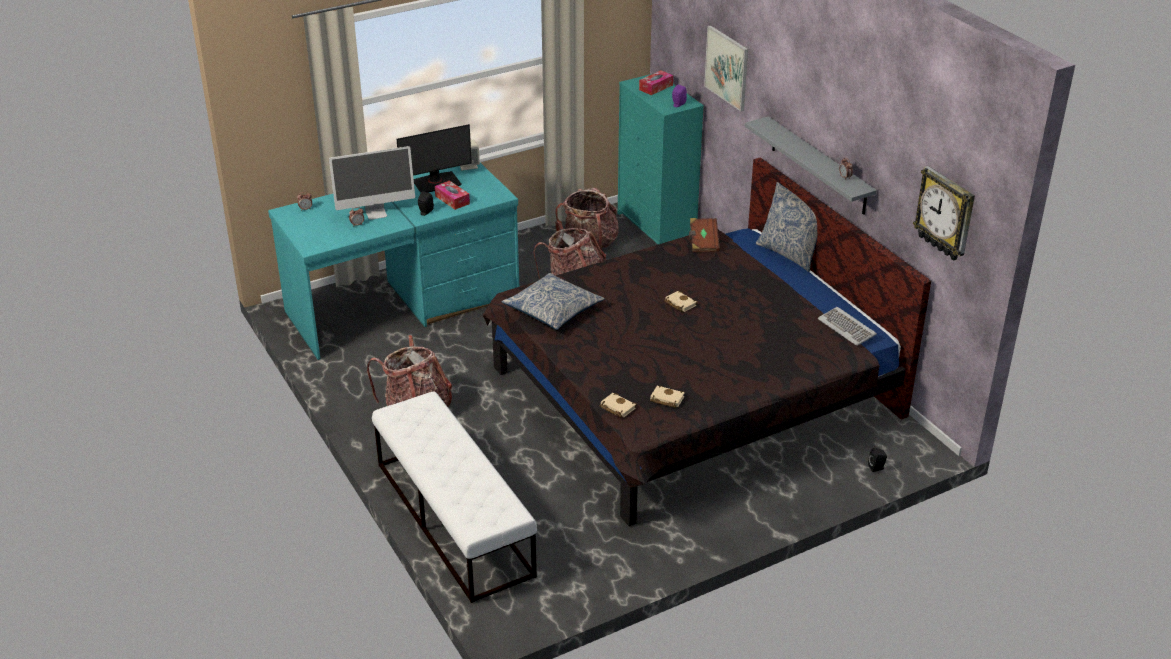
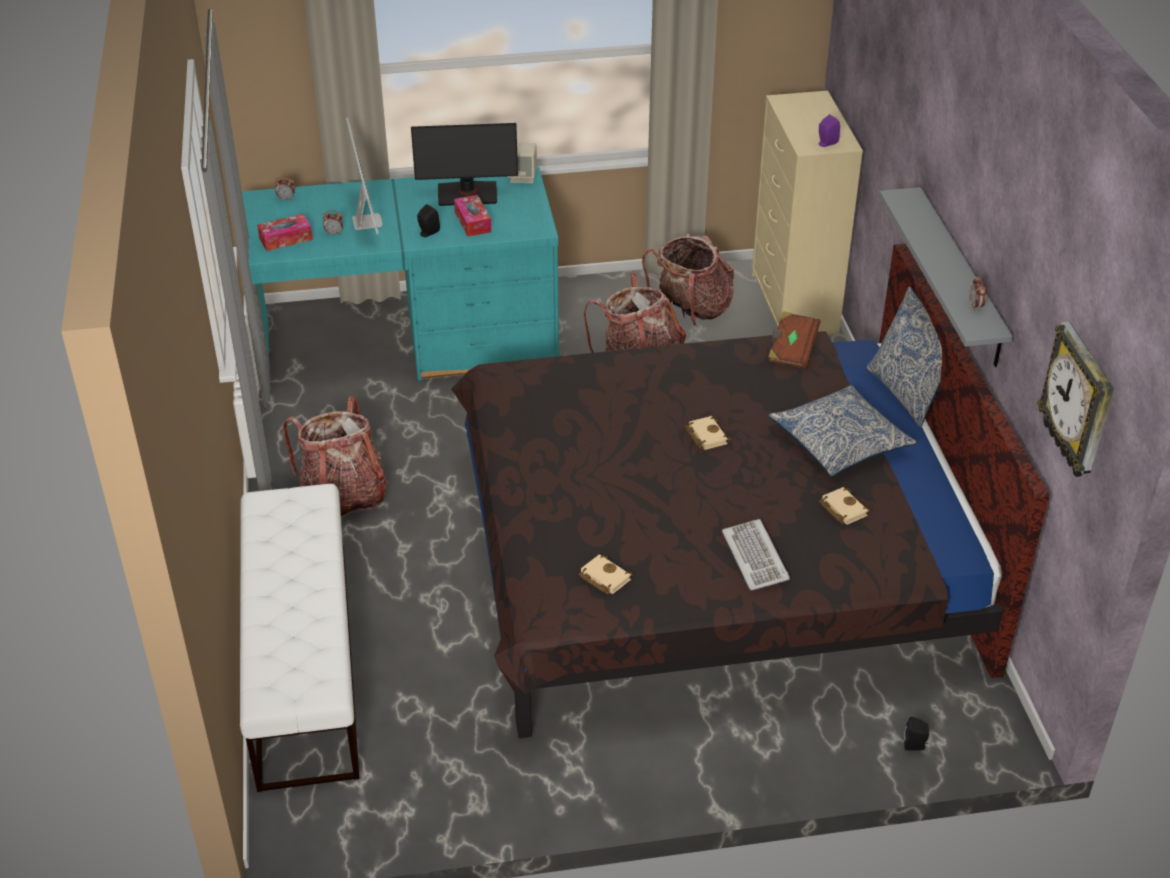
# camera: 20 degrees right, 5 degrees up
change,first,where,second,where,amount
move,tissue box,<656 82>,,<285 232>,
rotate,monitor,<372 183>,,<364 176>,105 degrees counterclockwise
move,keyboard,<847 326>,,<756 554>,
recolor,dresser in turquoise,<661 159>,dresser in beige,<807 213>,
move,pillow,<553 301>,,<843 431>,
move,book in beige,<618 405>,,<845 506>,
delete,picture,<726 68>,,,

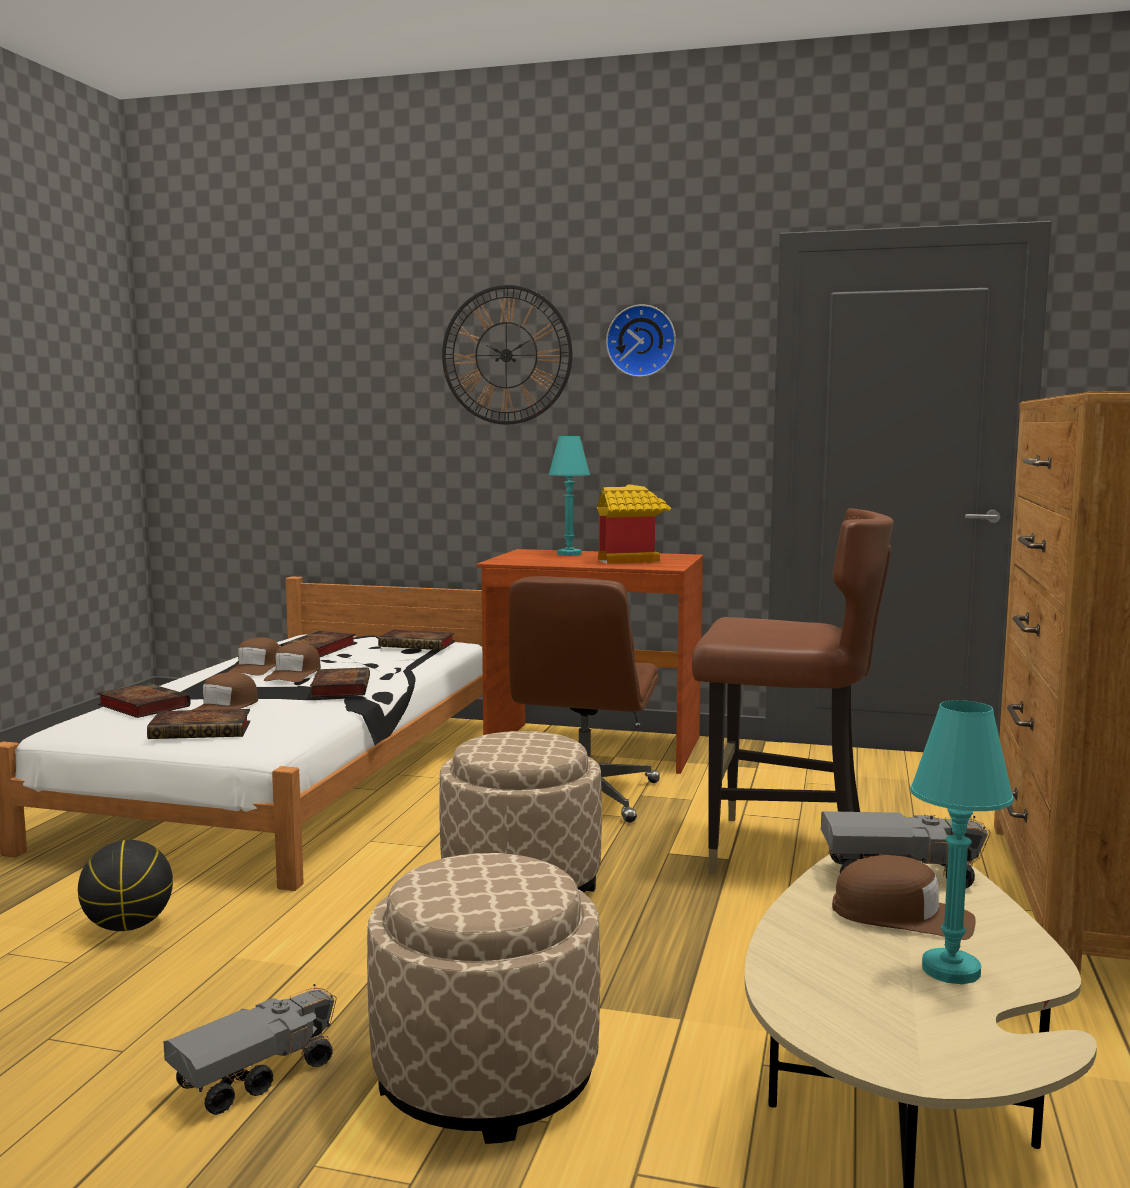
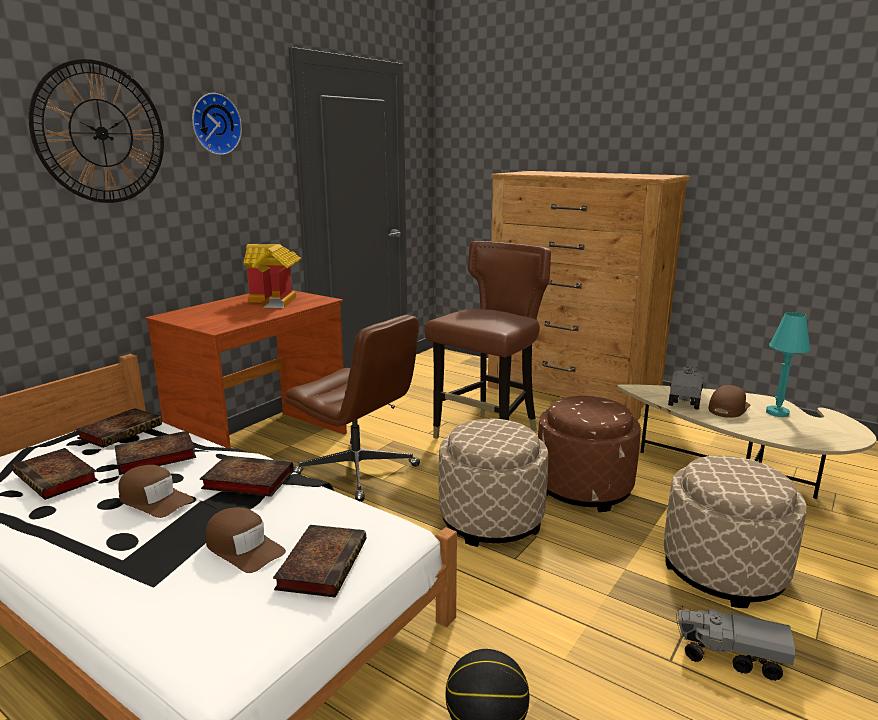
# camera: 70 degrees left, 10 degrees up
change,first,where,second,where,amount
move,book,<144 700>,,<155 453>,
insert,,,ottoman in brown,<589 454>,
rotate,toy truck,<250 1049>,,<735 643>,45 degrees counterclockwise
delete,cap in brown,<254 656>,,,
delete,table lamp in turquoise,<569 496>,,,

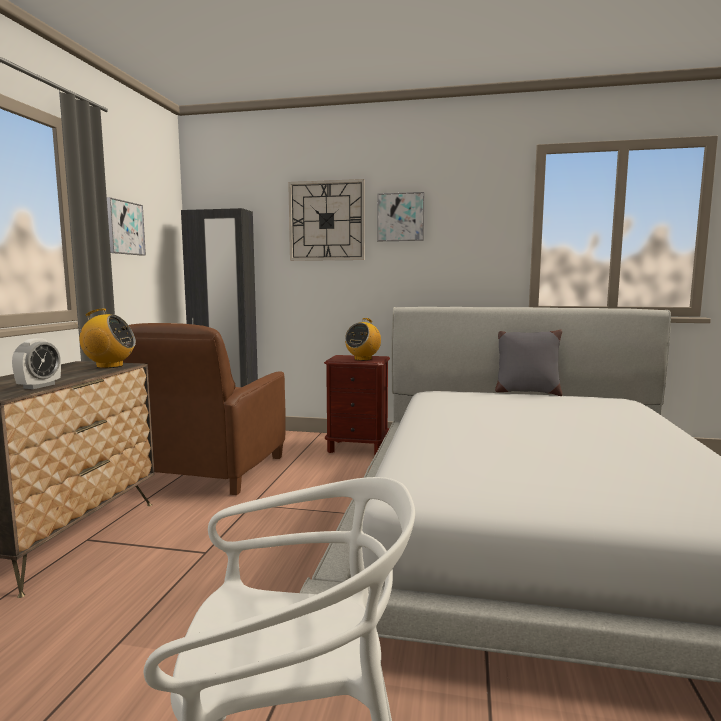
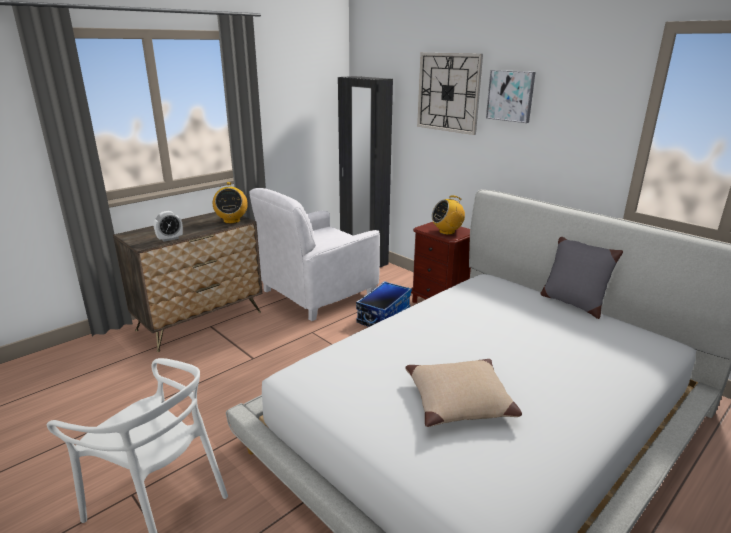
# camera: 35 degrees right, 15 degrees up
change,first,where,second,where,amount
rotate,radio,<104 338>,,<230 203>,45 degrees clockwise
recolor,armchair in brown,<204 409>,armchair in white,<314 254>,
insert,,,storage box,<384 304>,
insert,,,pillow in beige,<463 393>,
delete,picture,<126 226>,,,

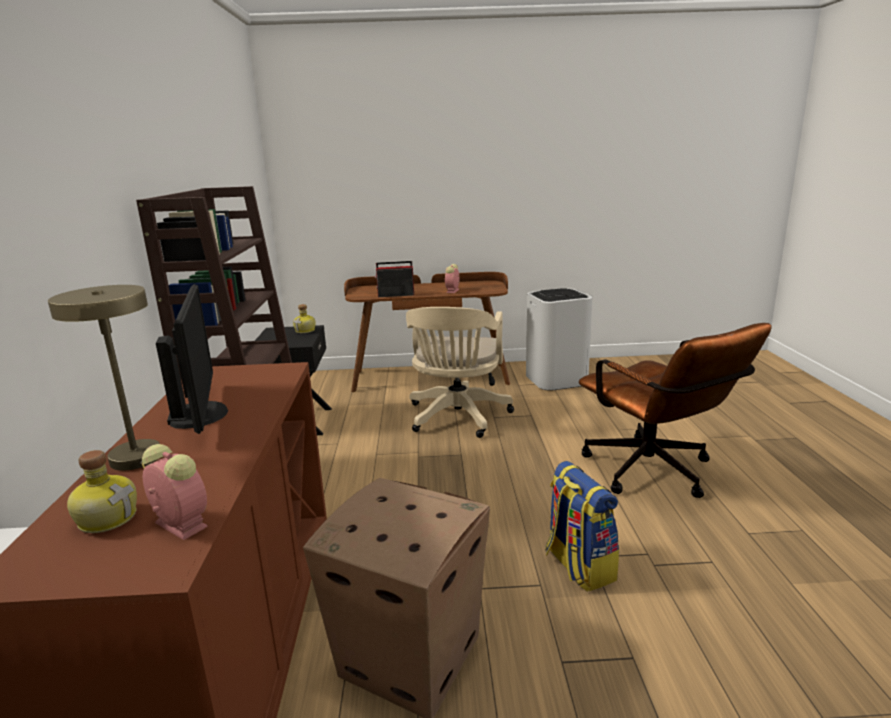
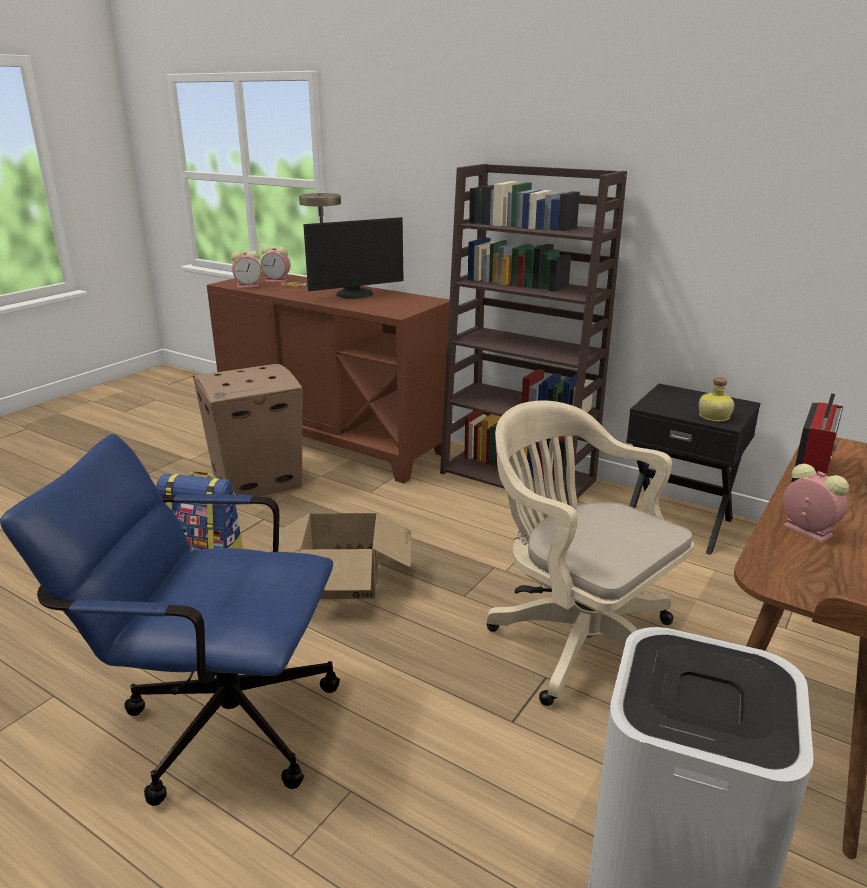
# camera: 125 degrees right, 5 degrees up
change,first,where,second,where,amount
recolor,office chair in brown,<675 410>,office chair in blue,<170 620>,
replace,bottle,<102 491>,alarm clock,<275 265>,
insert,,,cardboard box,<341 556>,
rotate,monitor,<192 359>,,<353 258>,45 degrees counterclockwise

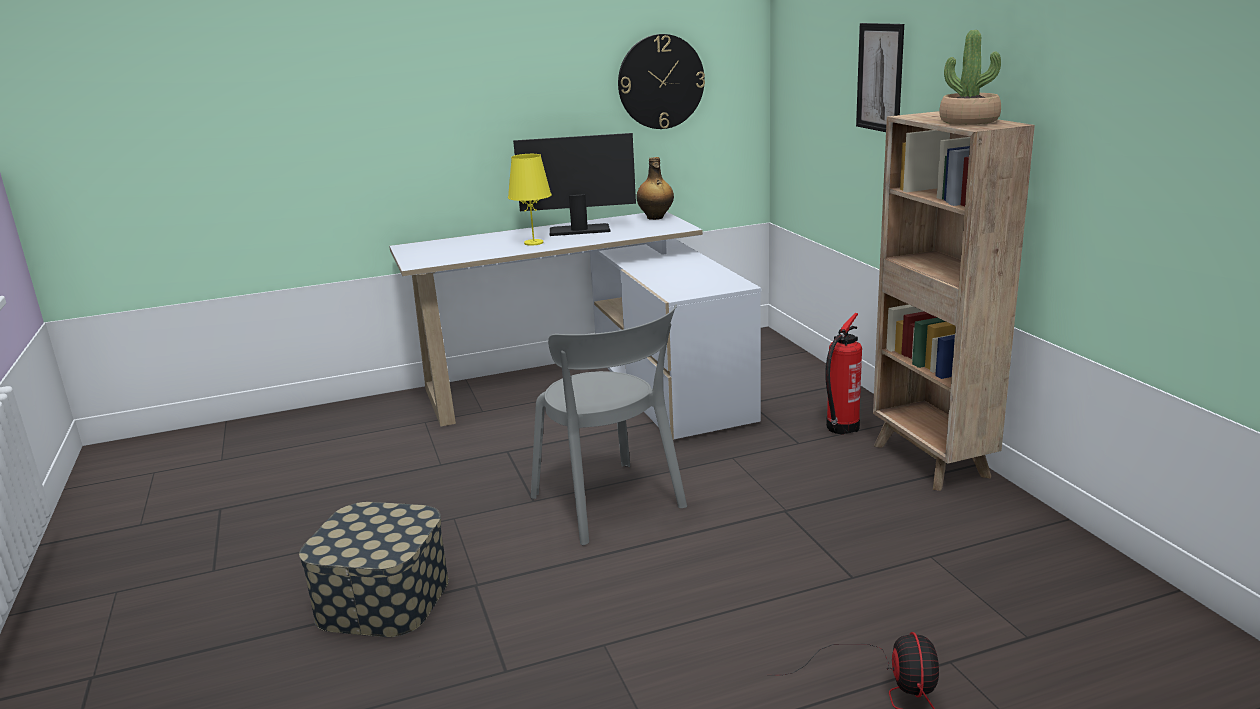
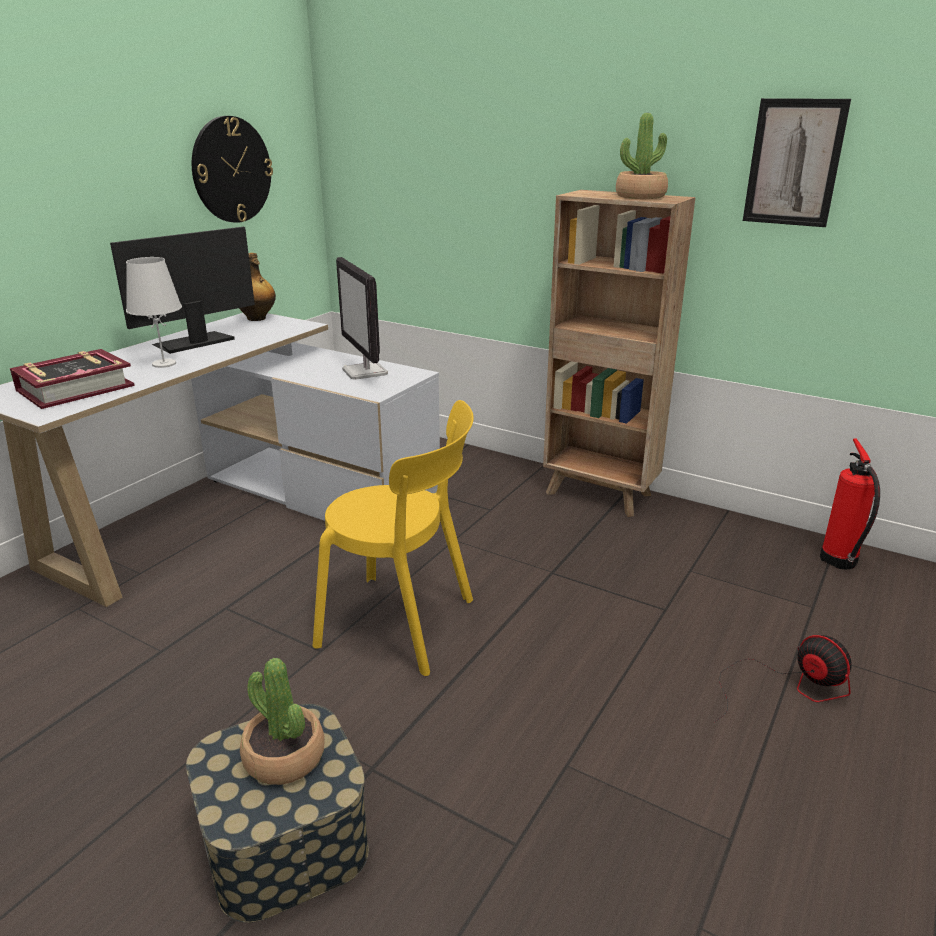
# camera: 40 degrees left, 5 degrees up
change,first,where,second,where,amount
insert,,,book,<72 379>,
recolor,table lamp in yellow,<530 200>,table lamp in white,<154 312>,
insert,,,potted plant,<282 721>,
recolor,chair in grey,<609 424>,chair in yellow,<393 538>,
insert,,,monitor,<362 318>,
move,picture,<880 77>,,<797 162>,
move,fire extinguisher,<843 373>,,<850 504>,

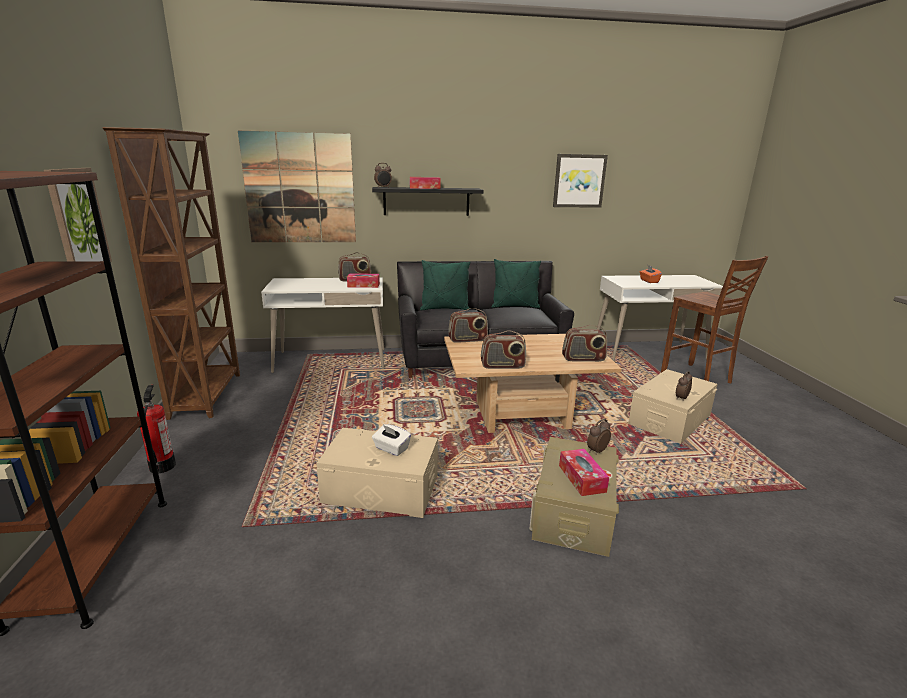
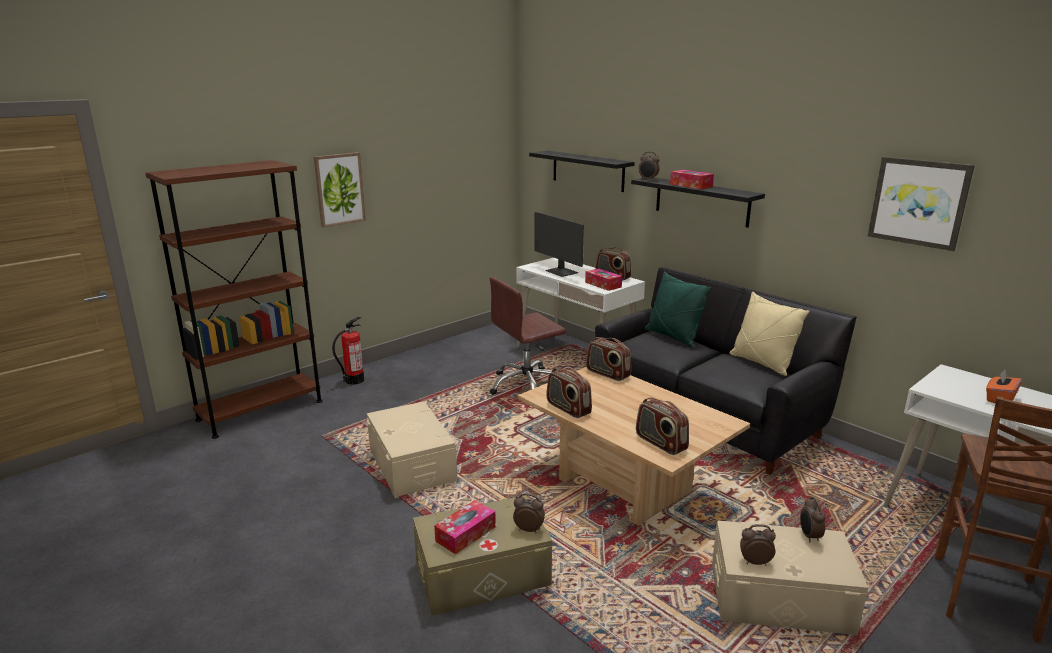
# camera: 55 degrees right, 0 degrees up
change,first,where,second,where,amount
insert,,,office chair in brown,<528 336>,
replace,picture,<297 186>,shelf in black,<582 171>,
insert,,,monitor,<559 244>,
recolor,pillow in green,<516 283>,pillow in beige,<769 334>,
insert,,,alarm clock,<813 519>,
delete,bookcase in brown,<171 273>,,,
delete,tissue box in white,<391 440>,,,

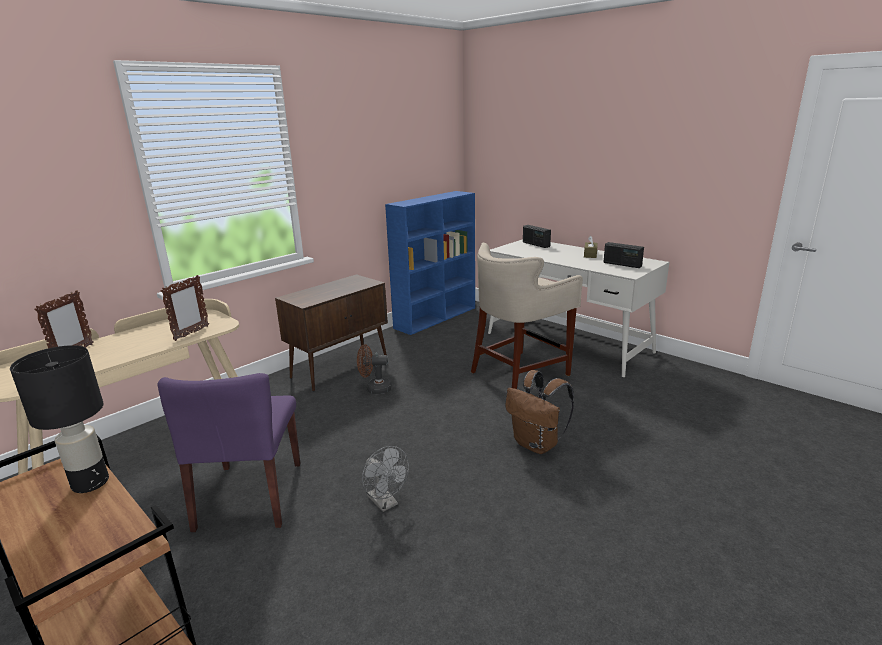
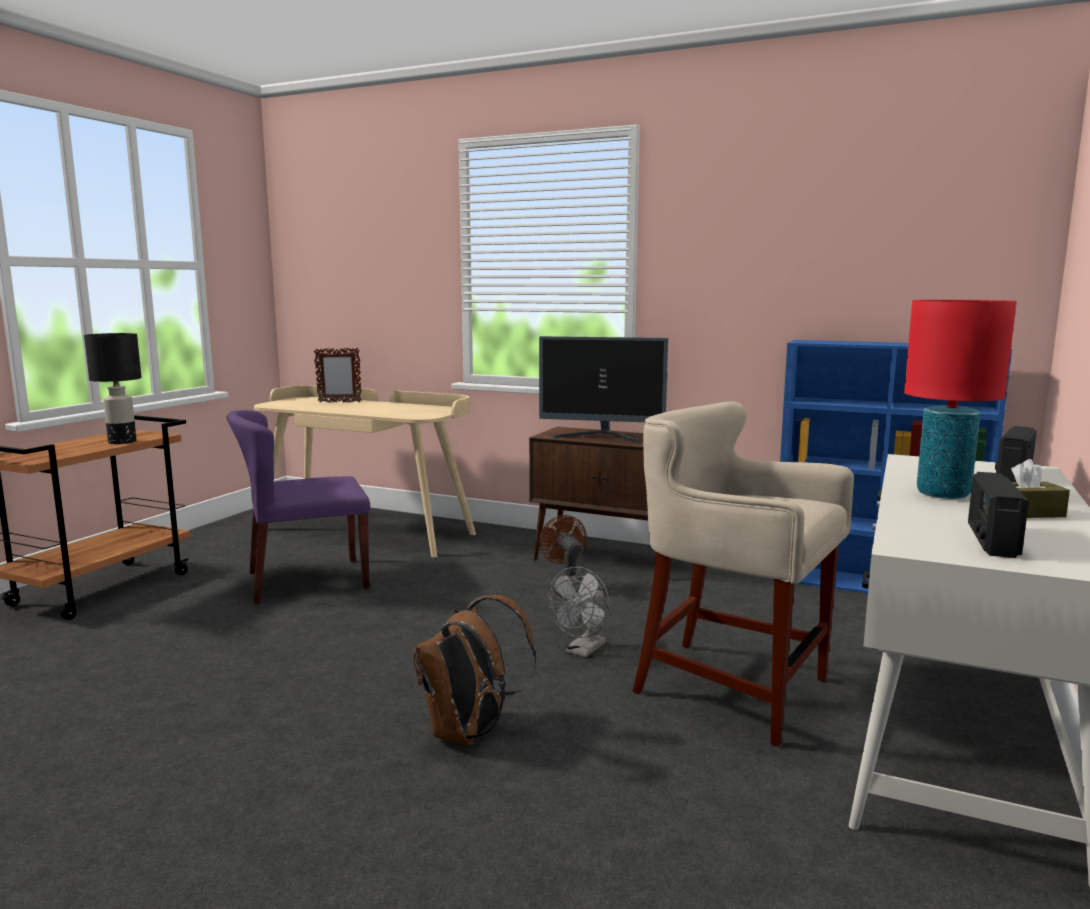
# camera: 70 degrees right, 10 degrees down
change,first,where,second,where,amount
insert,,,monitor,<603 389>,
move,fan in grey,<385 479>,,<579 612>,
insert,,,table lamp in red,<960 399>,
delete,picture frame,<185 308>,,,

